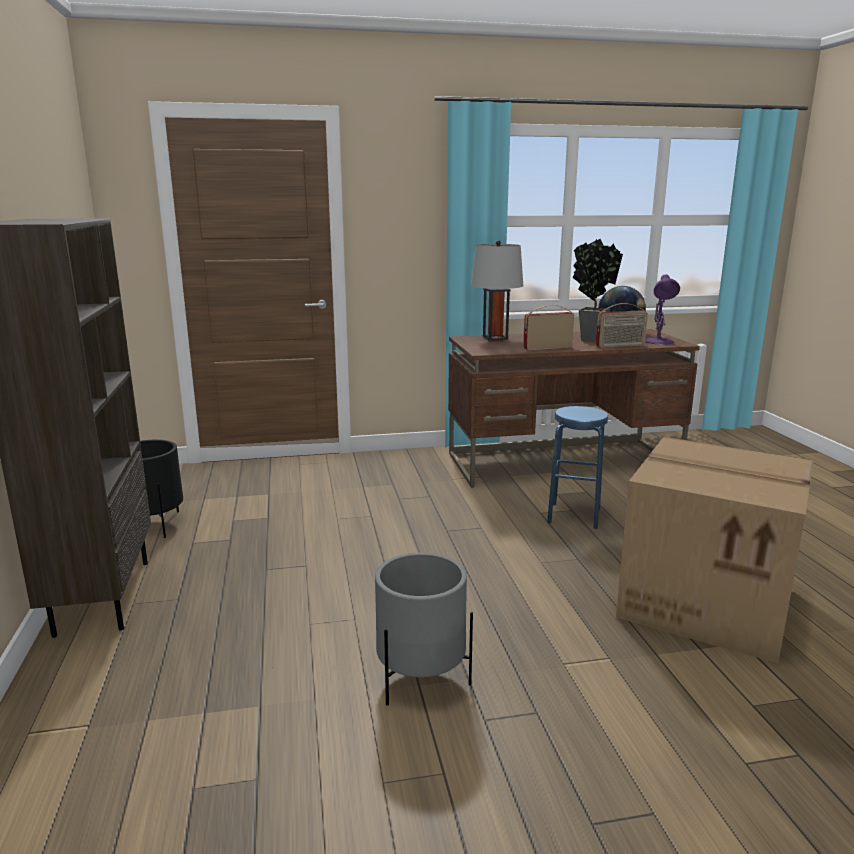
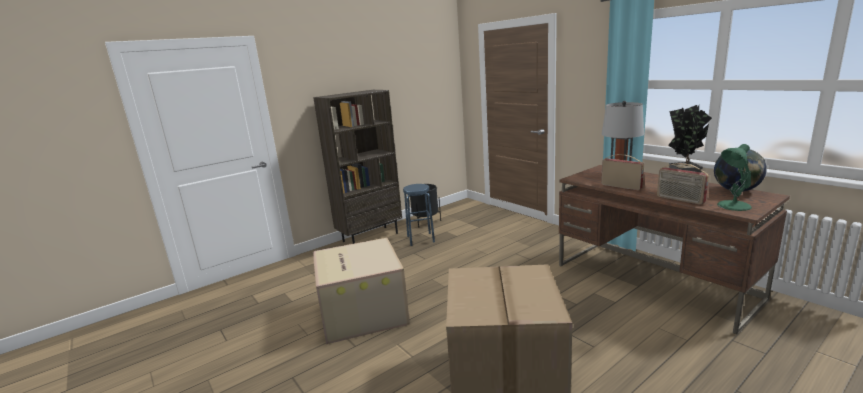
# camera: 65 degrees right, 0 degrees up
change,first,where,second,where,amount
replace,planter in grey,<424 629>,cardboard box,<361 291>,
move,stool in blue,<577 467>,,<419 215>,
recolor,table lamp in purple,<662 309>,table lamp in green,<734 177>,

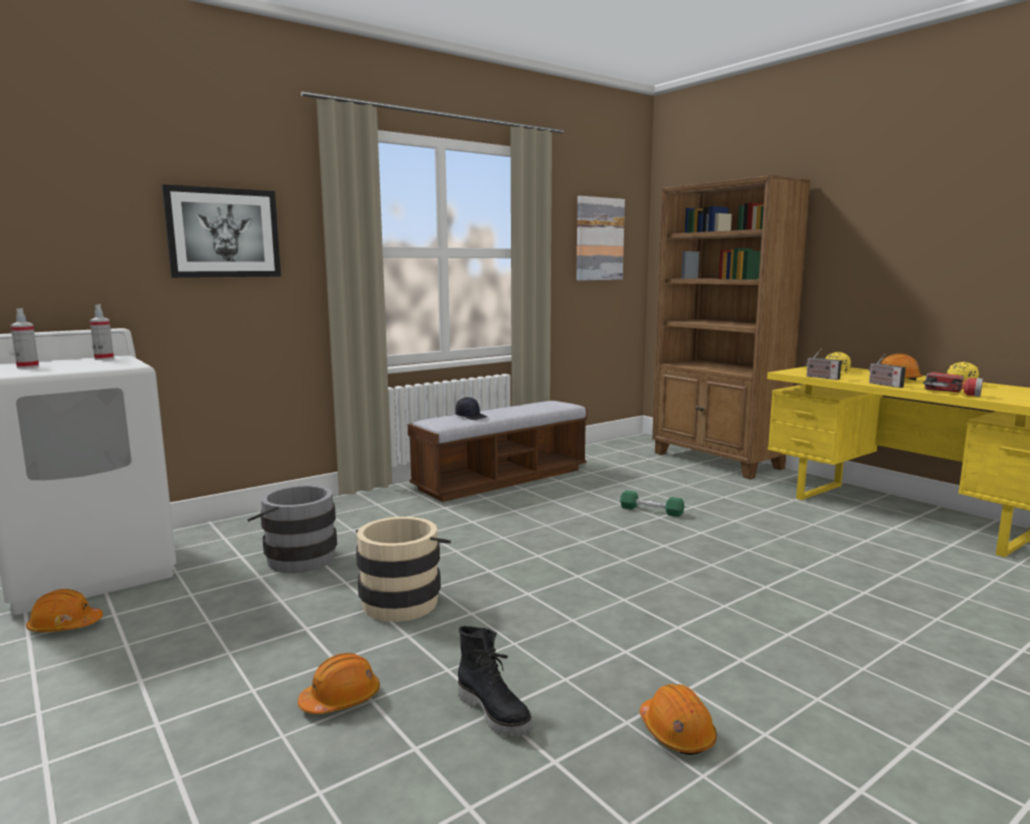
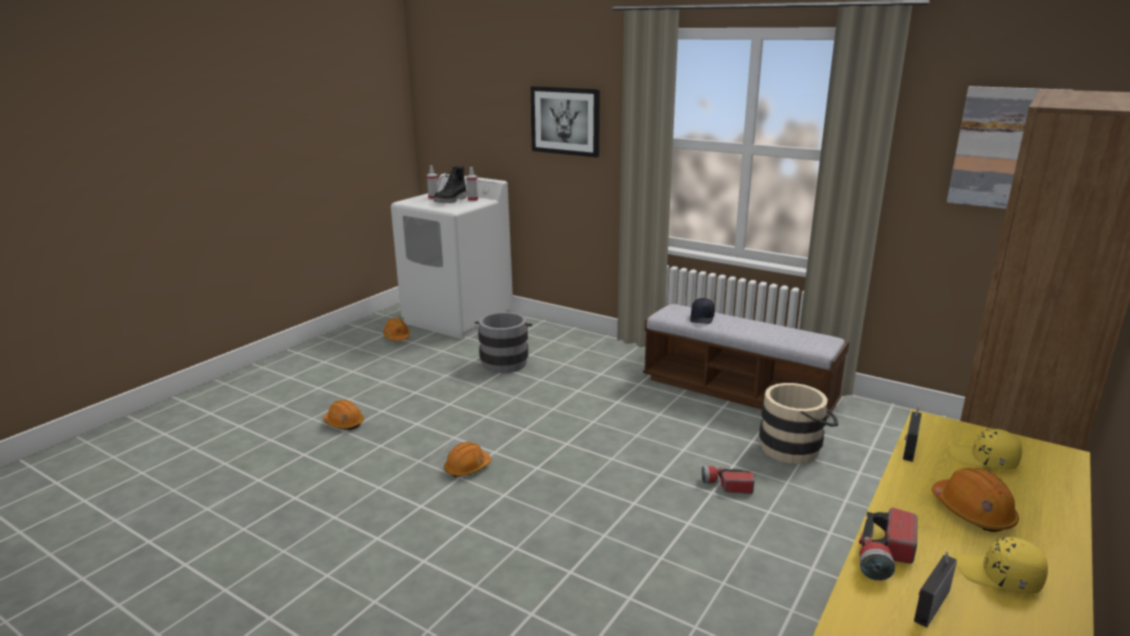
# camera: 70 degrees right, 10 degrees up
change,first,where,second,where,amount
move,boot in black,<495 681>,,<450 184>,
move,hard hat in orange,<678 719>,,<467 460>,
replace,dumbbell in green,<652 503>,flashlight,<728 480>,
move,bucket in beige,<403 569>,,<799 423>,
move,radio,<887 371>,,<935 589>,

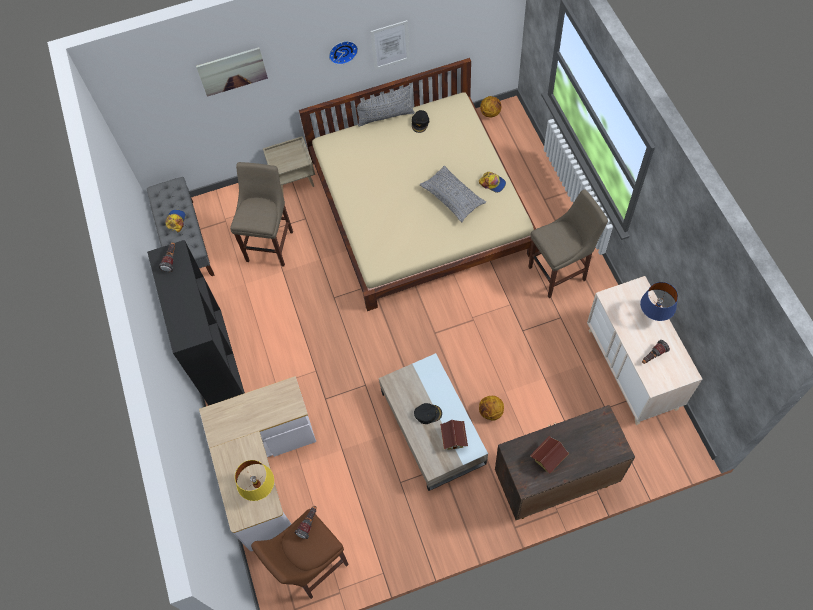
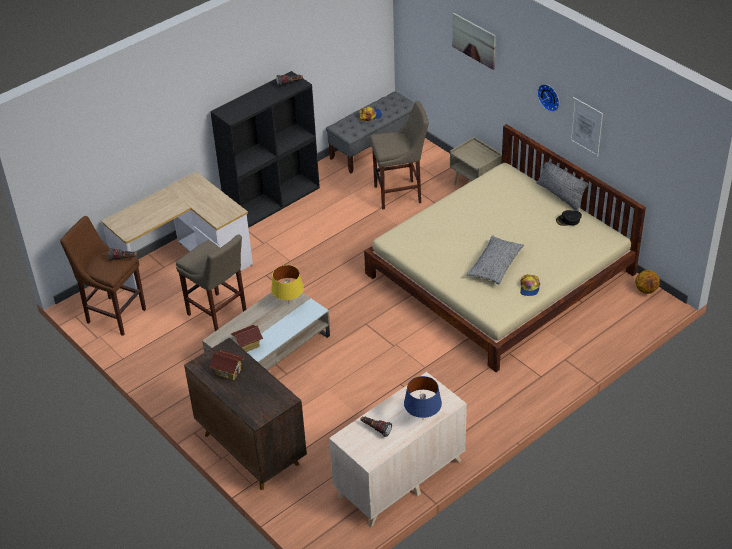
# camera: 65 degrees right, 20 degrees down
change,first,where,second,where,amount
move,stool in beige,<568 244>,,<211 282>,
move,table lamp in yellow,<254 480>,,<287 283>,
delete,cap in black,<428 413>,,,
delete,basketball,<491 408>,,,

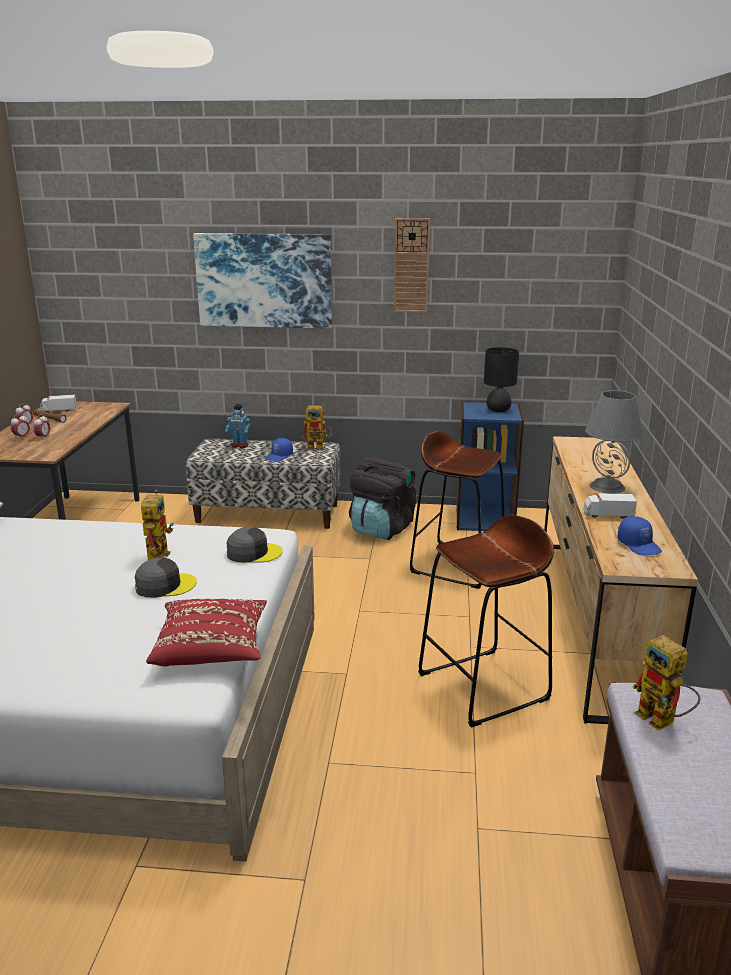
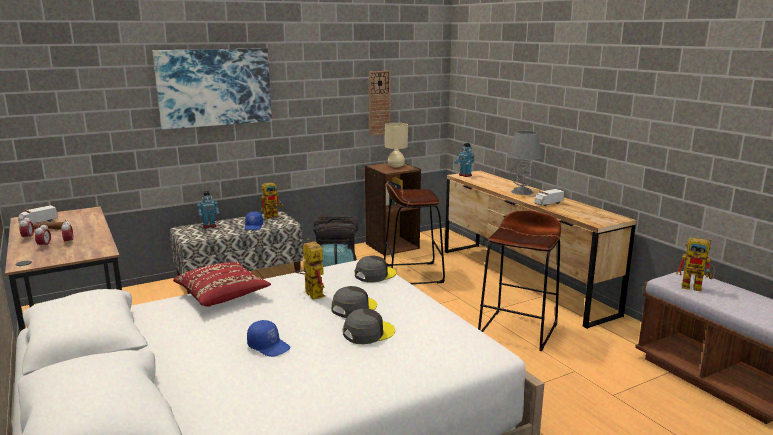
# camera: 35 degrees left, 5 degrees down
change,first,where,second,where,amount
move,pillow in red,<206 633>,,<222 284>,
move,cap in blue,<639 535>,,<268 338>,
insert,,,cap in grey,<369 326>,
recolor,bookcase in blue,<490 466>,bookcase in brown,<393 209>,
move,wall clock,<412 265>,,<380 103>,
recolor,table lamp in black,<501 379>,table lamp in beige,<396 145>,
insert,,,toy robot,<465 160>,

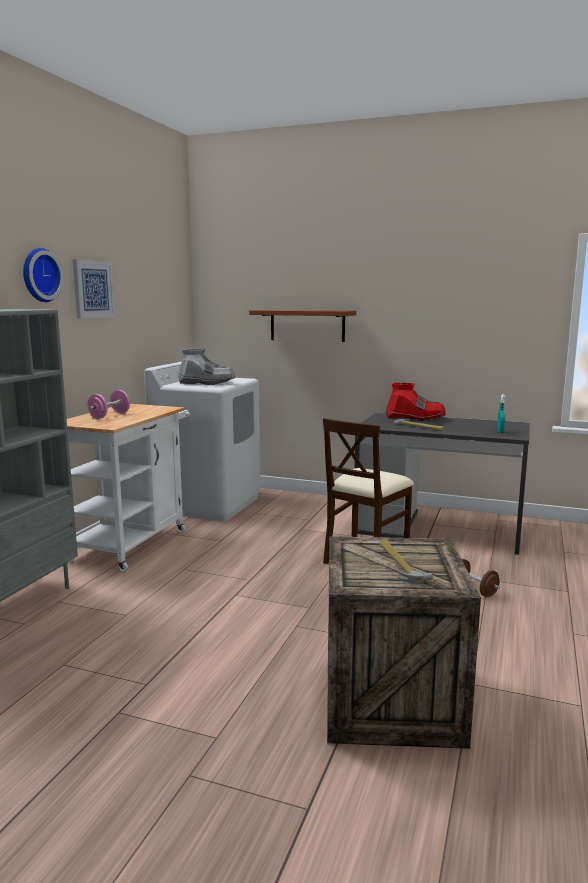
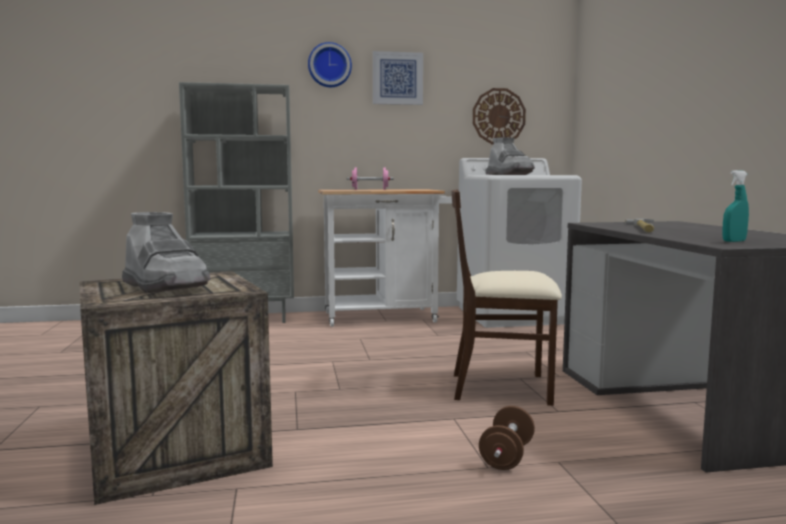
# camera: 60 degrees right, 5 degrees down
change,first,where,second,where,amount
replace,hammer,<406 561>,boot in grey,<166 252>,
insert,,,wall clock,<499 116>,
delete,shelf in brown,<303 326>,,,
delete,boot in red,<416 402>,,,

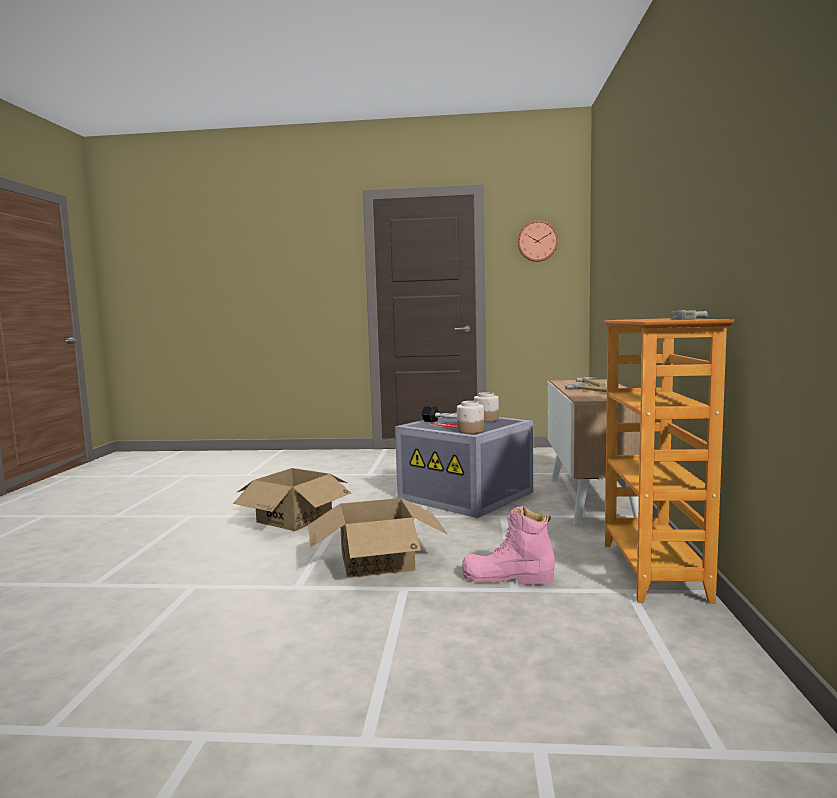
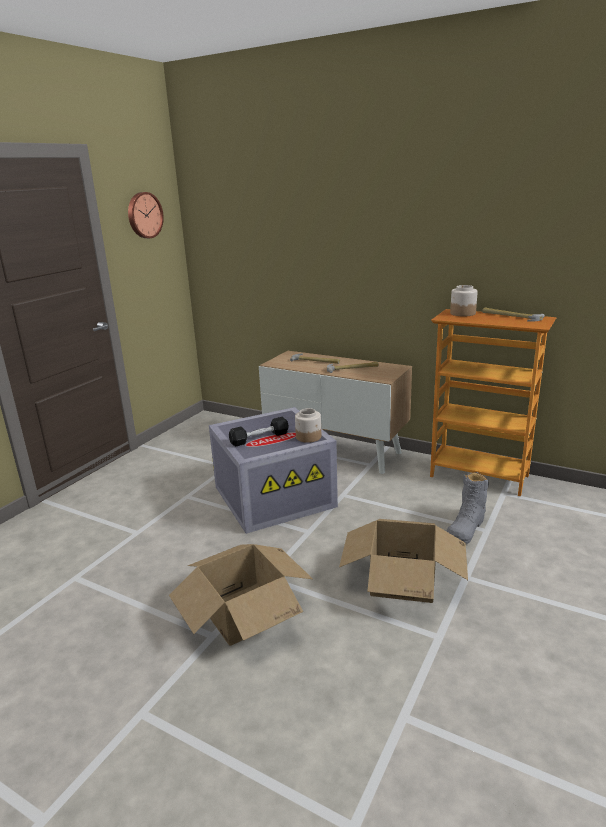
# camera: 65 degrees left, 15 degrees up
change,first,where,second,where,amount
recolor,boot in pink,<508 545>,boot in grey,<467 508>,
move,jar,<486 407>,,<464 300>,

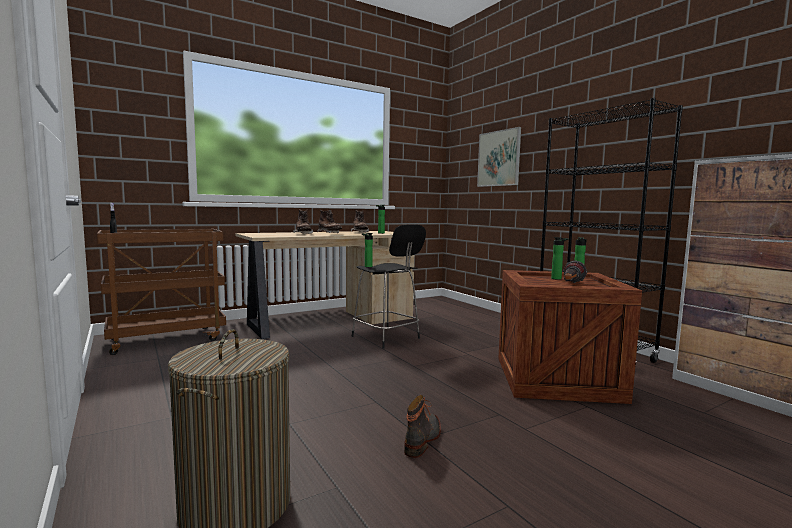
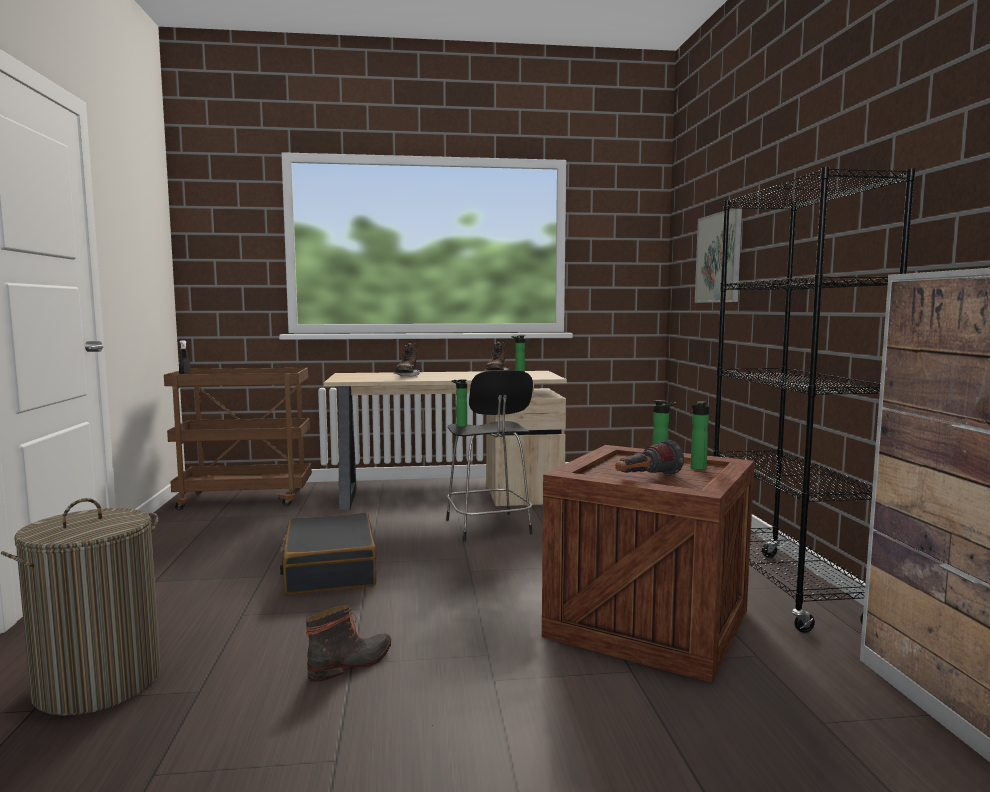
# camera: 25 degrees right, 0 degrees up
change,first,where,second,where,amount
insert,,,suitcase in black,<328 554>,
delete,boot in brown,<329 221>,,,

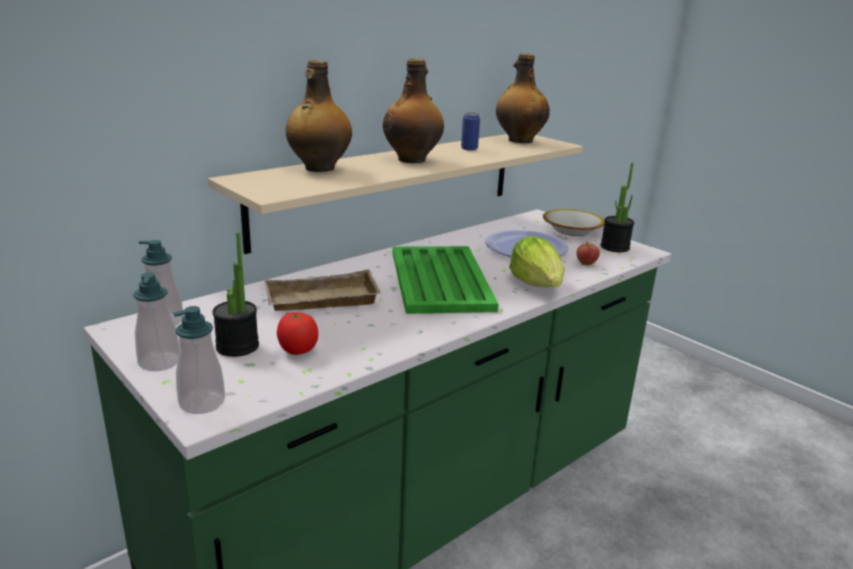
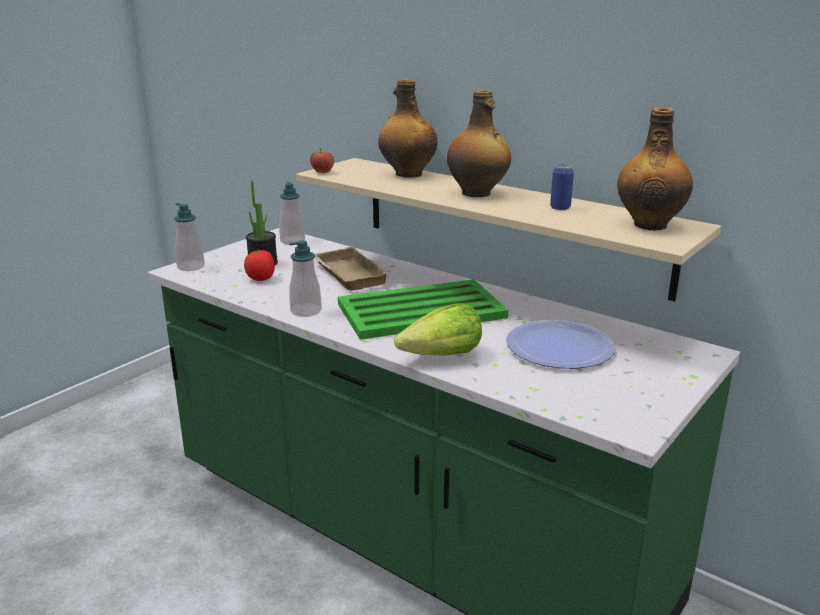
# camera: 80 degrees right, 0 degrees up
change,first,where,second,where,amount
move,soap dispenser,<156 321>,,<305 278>,
move,apple,<588 253>,,<322 160>,
delete,bowl,<574 222>,,,
delete,potted plant,<617 207>,,,

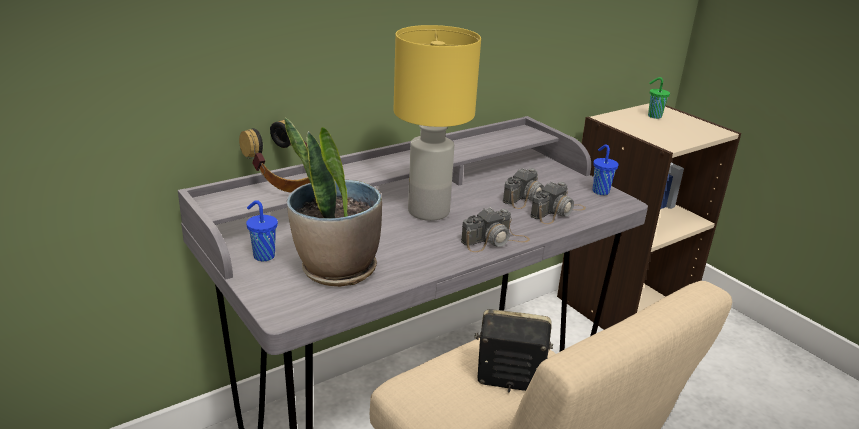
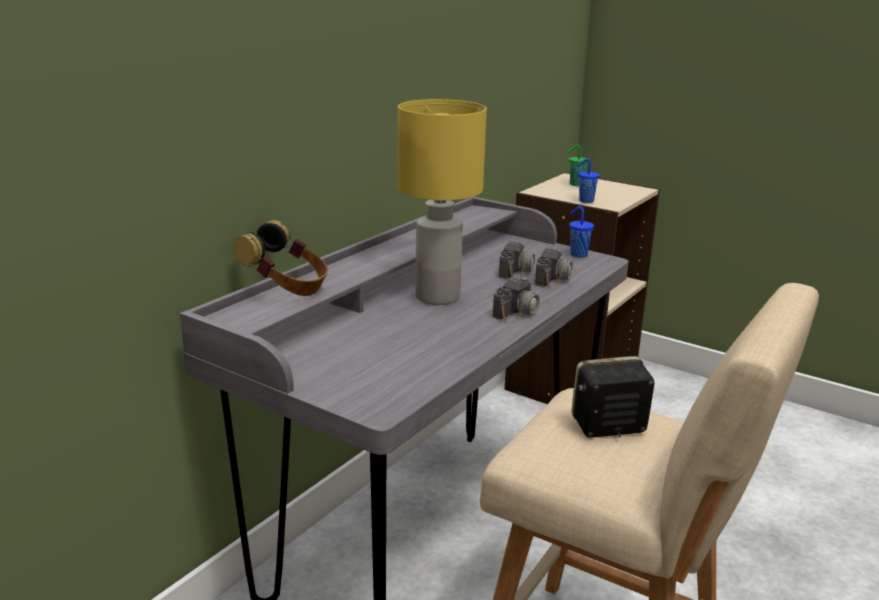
# camera: 20 degrees left, 5 degrees down
change,first,where,second,where,amount
move,cup in blue,<262 230>,,<588 181>,
delete,potted plant,<333 202>,,,

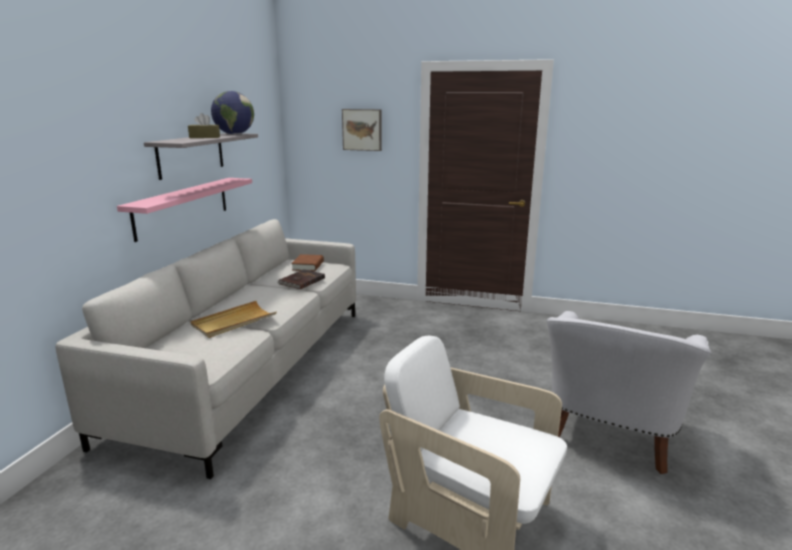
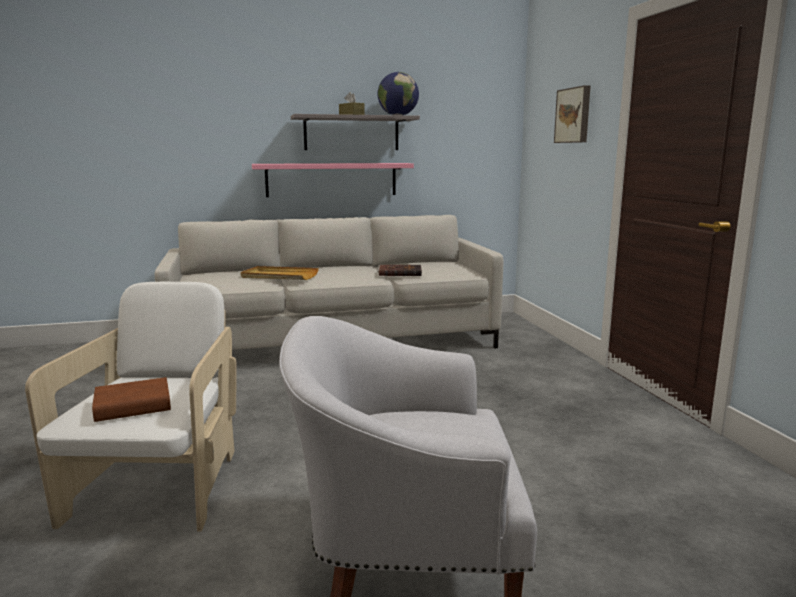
# camera: 60 degrees right, 5 degrees down
change,first,where,second,where,amount
move,book in brown,<307 262>,,<131 399>,

